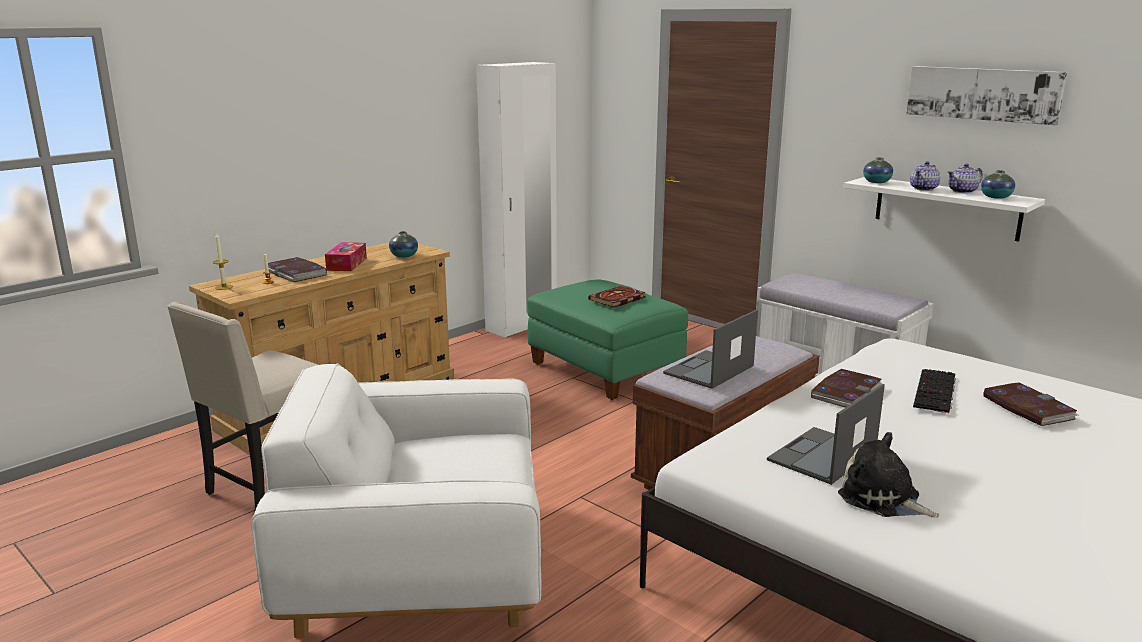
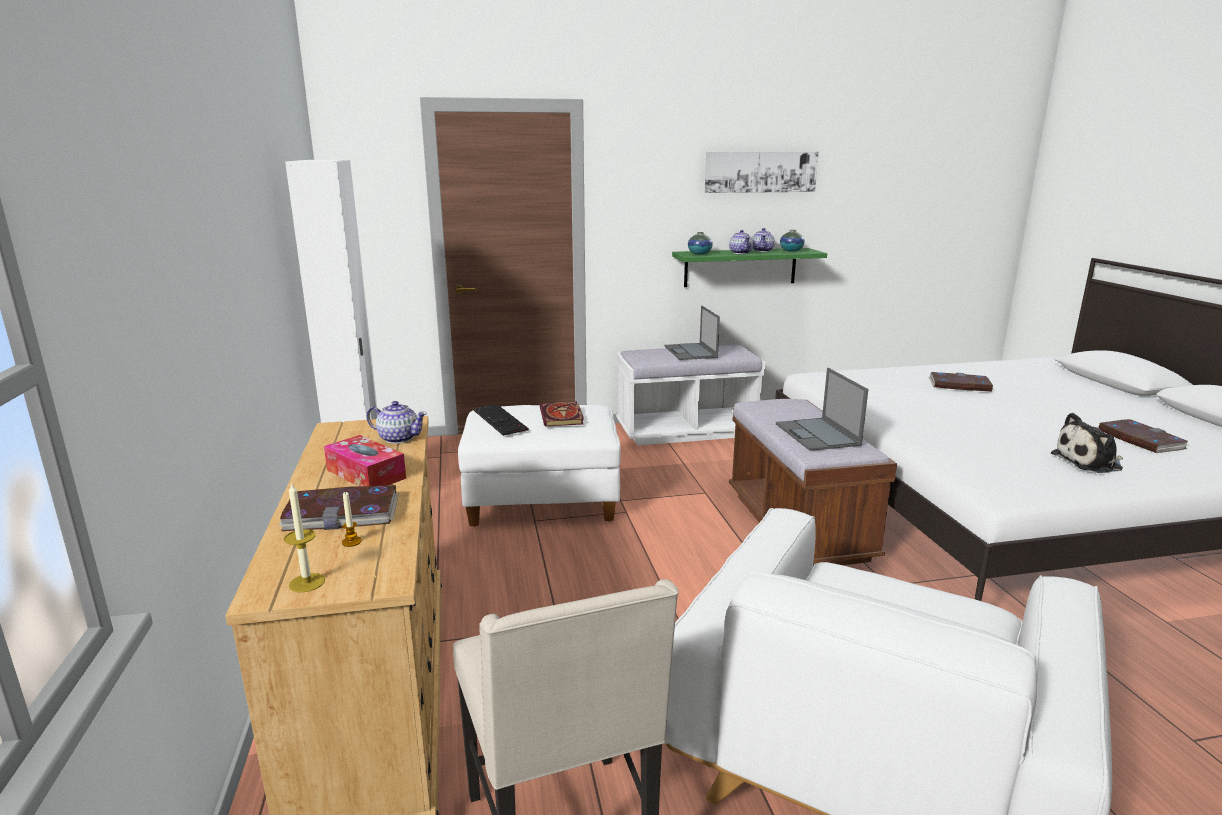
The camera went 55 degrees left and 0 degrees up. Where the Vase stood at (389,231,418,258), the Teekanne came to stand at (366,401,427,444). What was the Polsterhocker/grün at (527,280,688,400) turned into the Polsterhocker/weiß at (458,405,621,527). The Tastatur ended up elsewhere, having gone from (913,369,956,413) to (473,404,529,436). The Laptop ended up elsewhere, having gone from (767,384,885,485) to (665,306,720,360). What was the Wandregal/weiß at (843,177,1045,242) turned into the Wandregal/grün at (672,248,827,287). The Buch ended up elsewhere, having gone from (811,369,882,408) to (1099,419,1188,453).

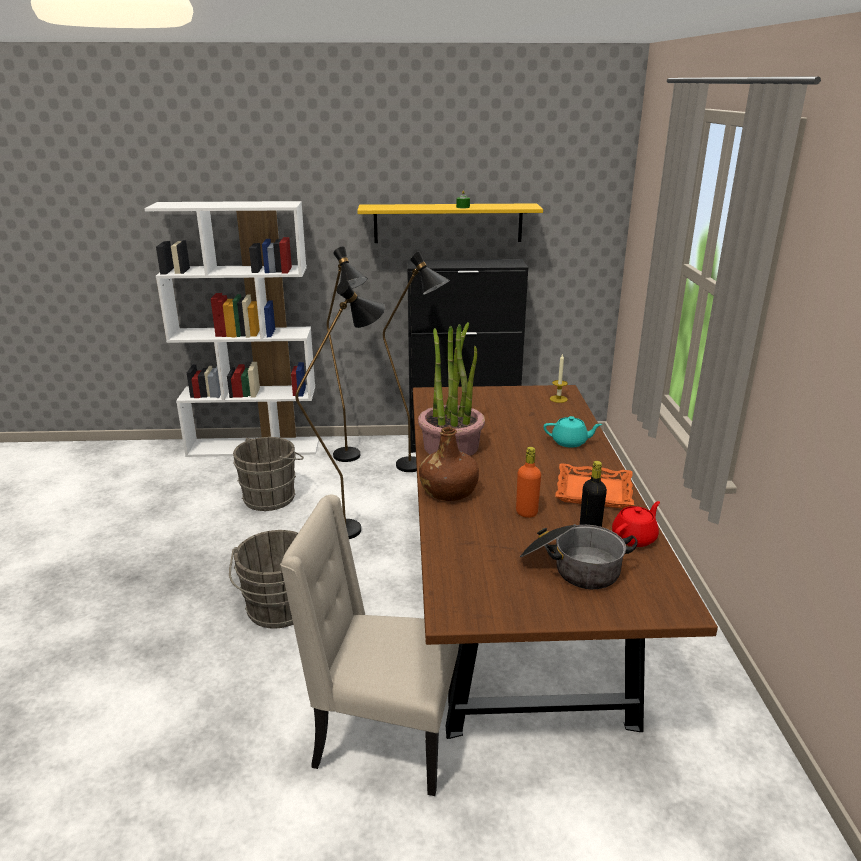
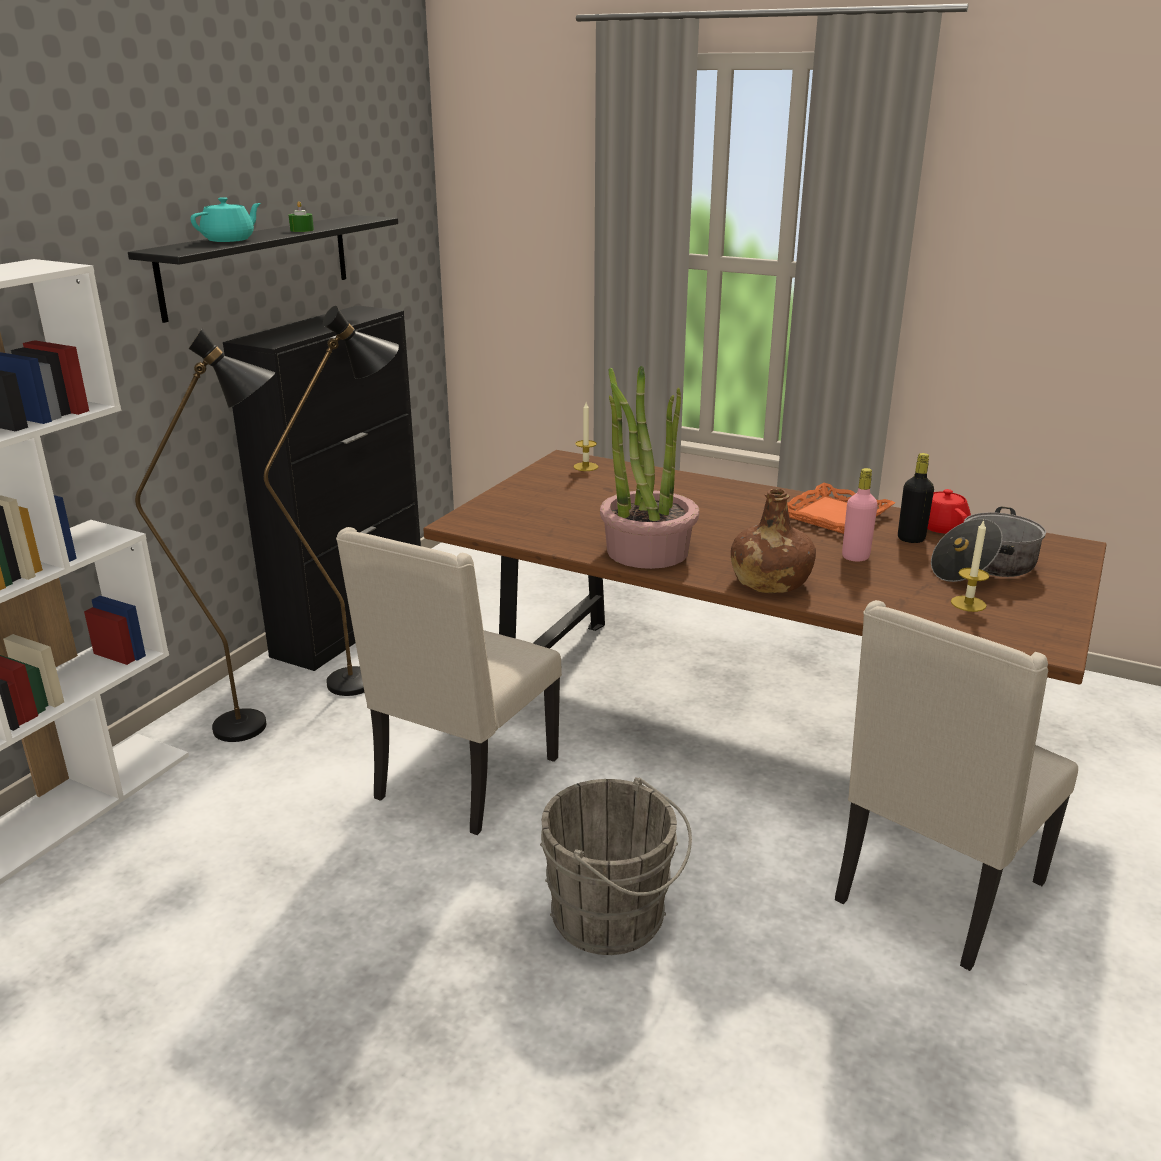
The camera went 60 degrees left and 0 degrees up. What was the Wandregal/gelb at (357,203,543,243) turned into the Wandregal/schwarz at (128,215,398,323). The Teekanne/türkis ended up elsewhere, having gone from (543,416,602,448) to (190,197,261,242). Where the Stehlampe/schwarz stood at (295,280,385,539), the Stuhl/beige came to stand at (336,527,562,835). What was the Flasche/orange at (516,447,541,518) turned into the Flasche/rosa at (842,468,878,561). The second view gained the Kerze at (951,520,989,612). The second view lost the Eimer/grau at (233,437,304,511).

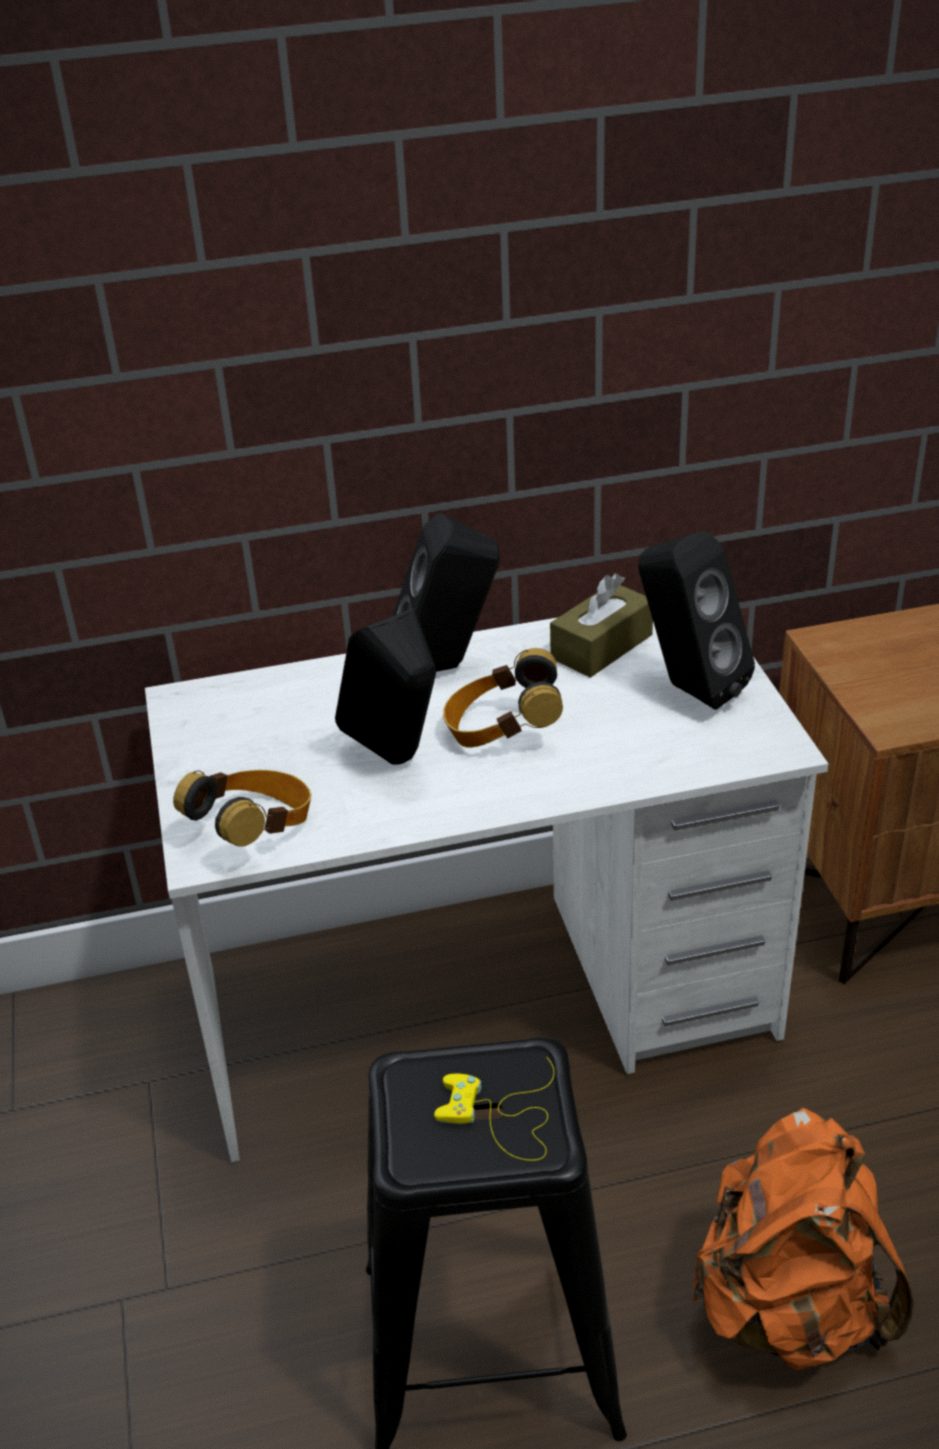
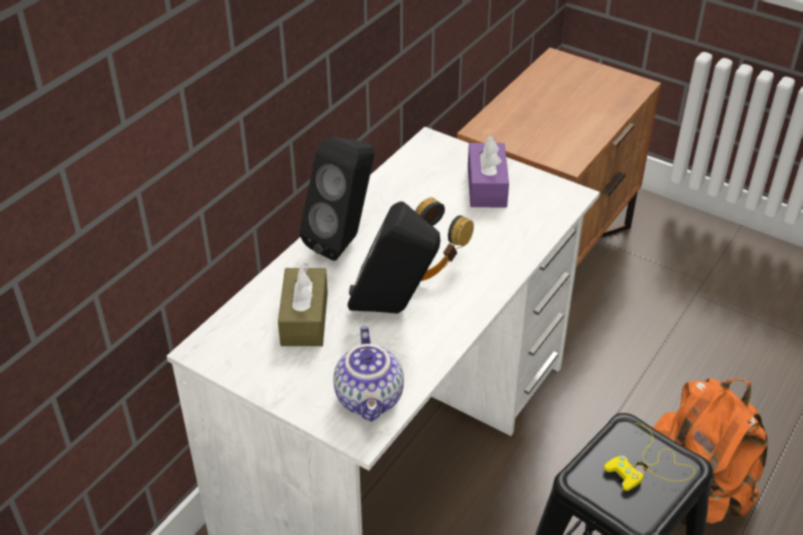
The camera went 45 degrees left and 5 degrees up. The Taschentuchbox/braun ended up elsewhere, having gone from (550,573,653,678) to (278,263,328,346). Where the Kopfhörer stood at (173,770,311,847), the Teekanne came to stand at (333,326,404,422). Where the Lautsprecher/schwarz stood at (638,531,755,710), the Taschentuchbox/lila came to stand at (468,135,509,207).

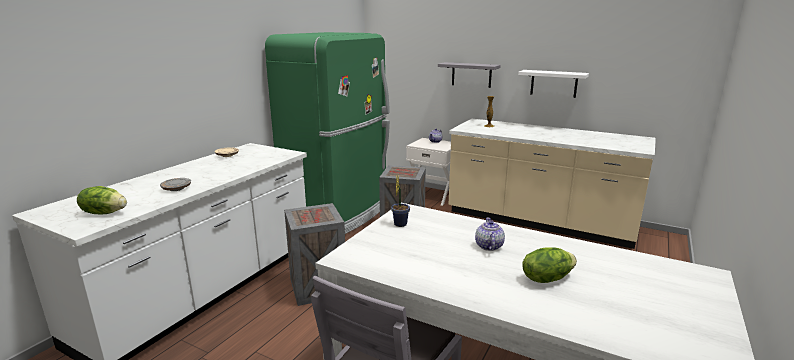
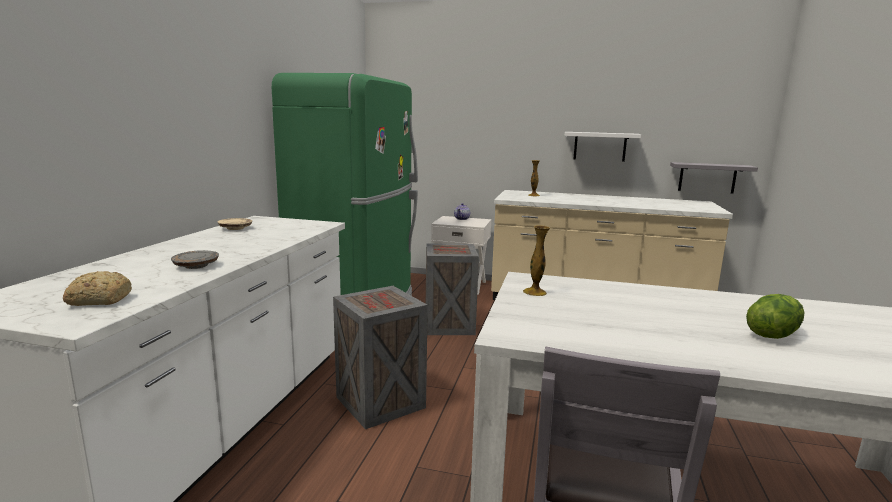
The camera went 15 degrees left and 5 degrees down. Where the Salatkopf stood at (77,186,127,214), the Brot came to stand at (63,271,132,306). Where the Topfpflanze stood at (391,176,410,227), the Vase came to stand at (523,225,550,296). The Wandregal/grau ended up elsewhere, having gone from (438,62,501,88) to (670,162,758,194). The second view lost the Teekanne at (475,217,505,251).

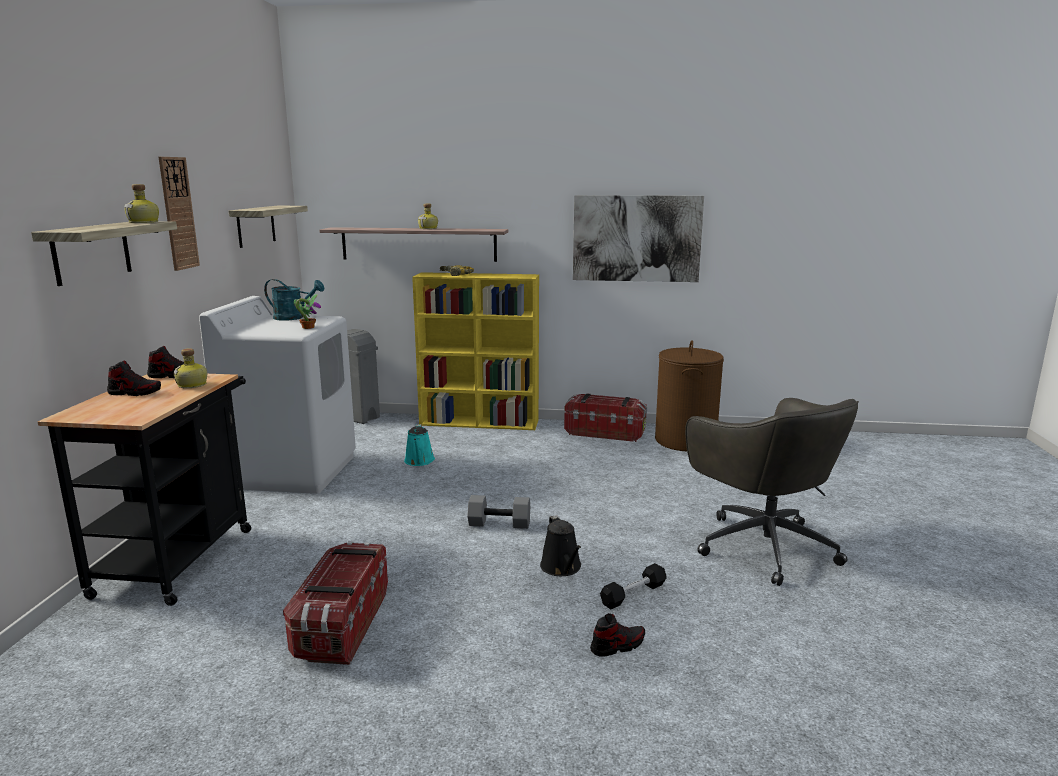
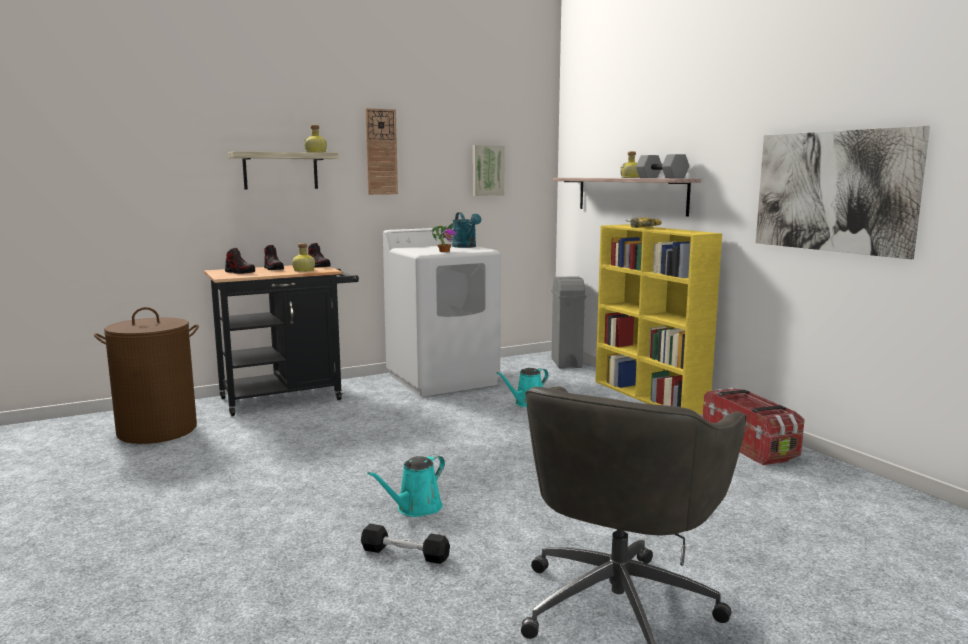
The camera went 55 degrees right and 5 degrees down. The Wäschekorb/braun ended up elsewhere, having gone from (655,340,724,452) to (94,307,199,444). The Schuh ended up elsewhere, having gone from (590,613,645,657) to (225,248,255,274). What was the Gießkanne/schwarz at (540,515,581,576) turned into the Gießkanne/türkis at (367,454,445,517). Where the Wandregal hung at (229,206,308,248), the Bild came to hang at (473,145,505,196). The Hantel/grau ended up elsewhere, having gone from (467,495,530,529) to (636,154,689,178). The second view lost the Aufbewahrungsbox at (283,541,388,665).

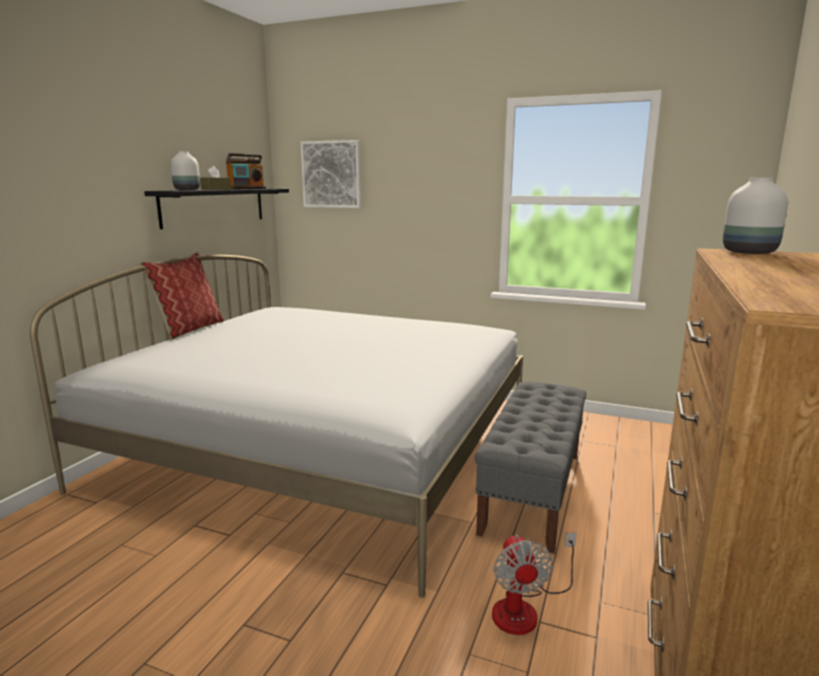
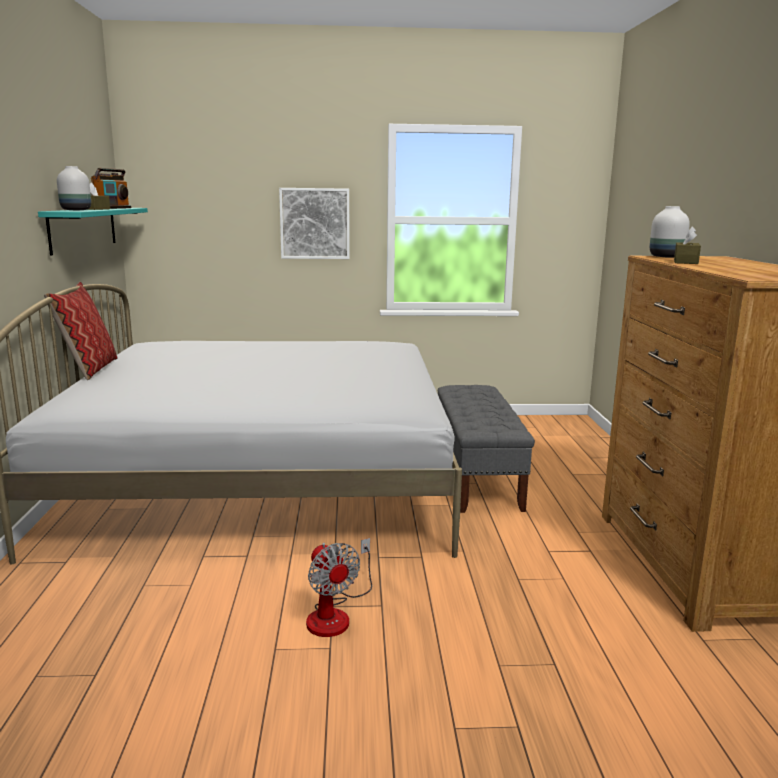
The camera went 25 degrees left and 0 degrees up. What was the Wandregal/schwarz at (144,189,289,229) turned into the Wandregal/türkis at (38,208,148,256). The Bild ended up elsewhere, having gone from (300,140,361,208) to (279,188,350,259). The Ventilator ended up elsewhere, having gone from (492,532,577,635) to (306,538,372,637). The second view gained the Taschentuchbox/braun at (674,226,701,264).

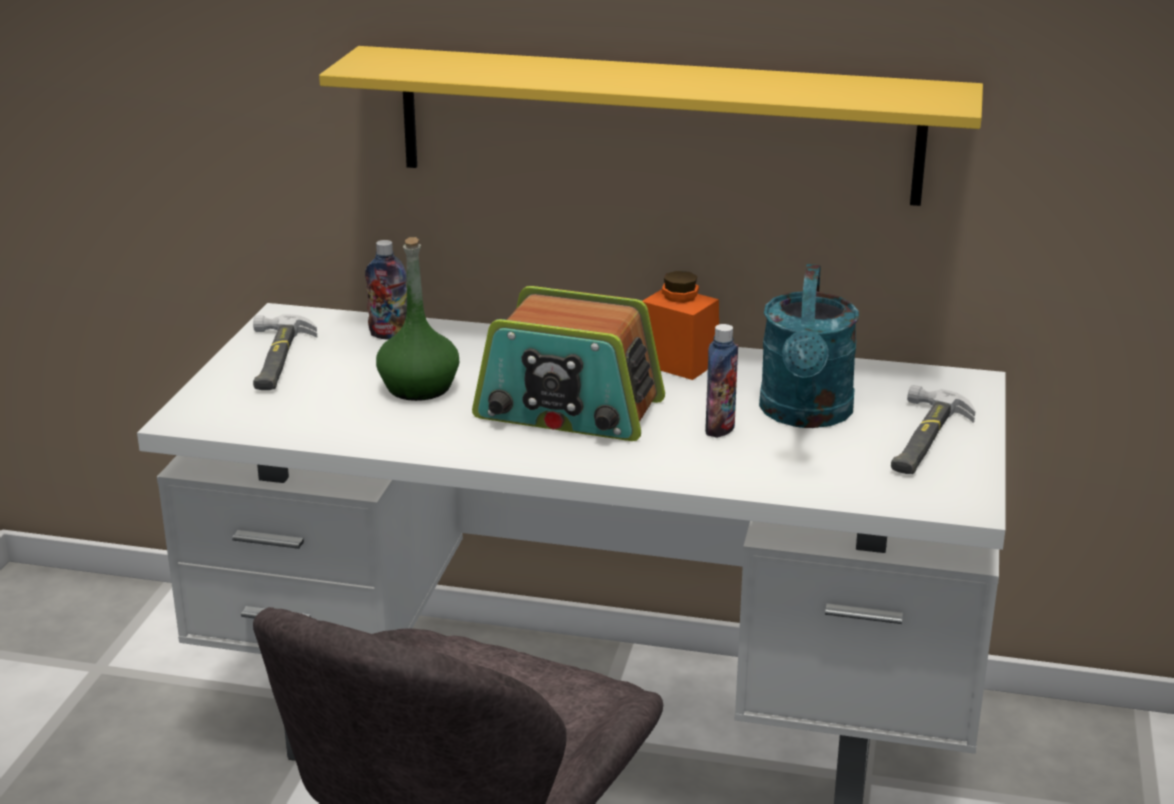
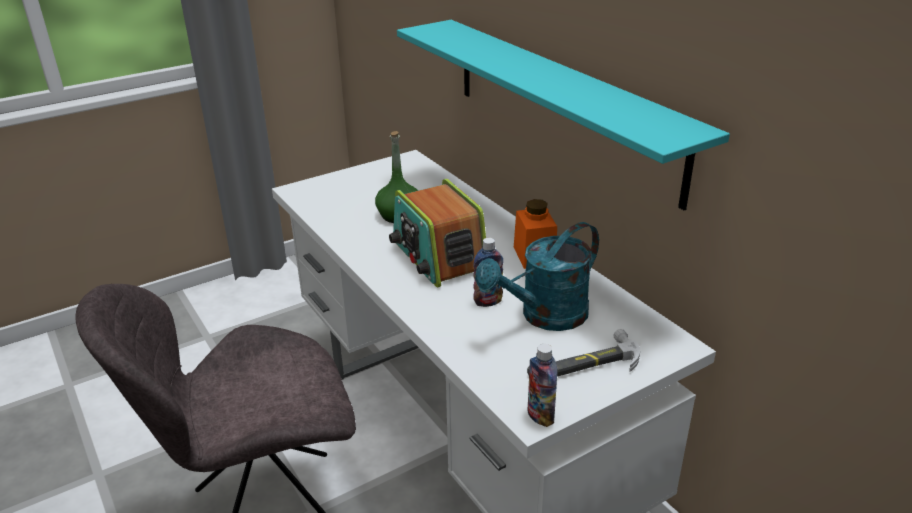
The camera went 45 degrees right and 5 degrees up. What was the Wandregal/gelb at (319,46,983,206) turned into the Wandregal/türkis at (397,20,730,210). The Flasche ended up elsewhere, having gone from (365,240,407,340) to (527,344,558,427). The second view lost the Hammer at (253,314,317,390).

